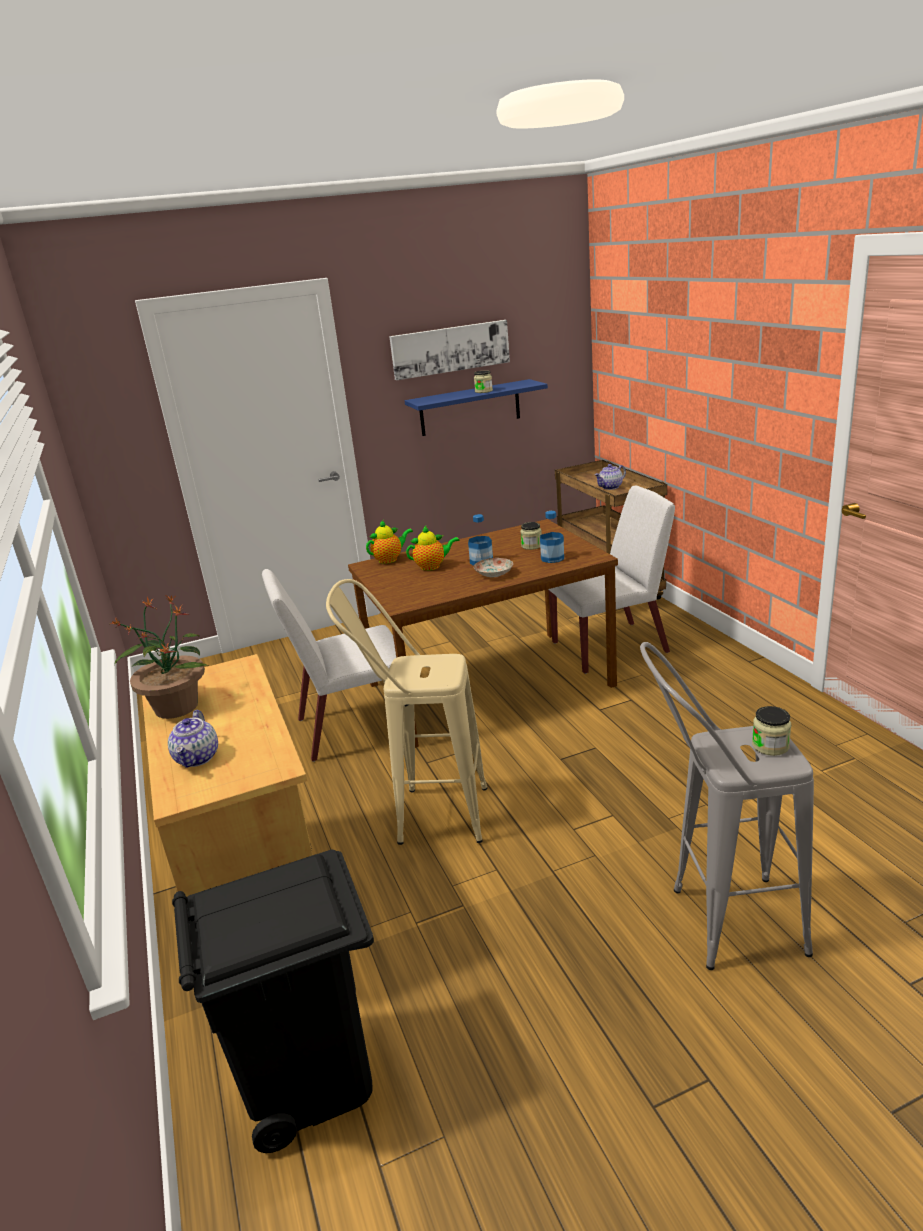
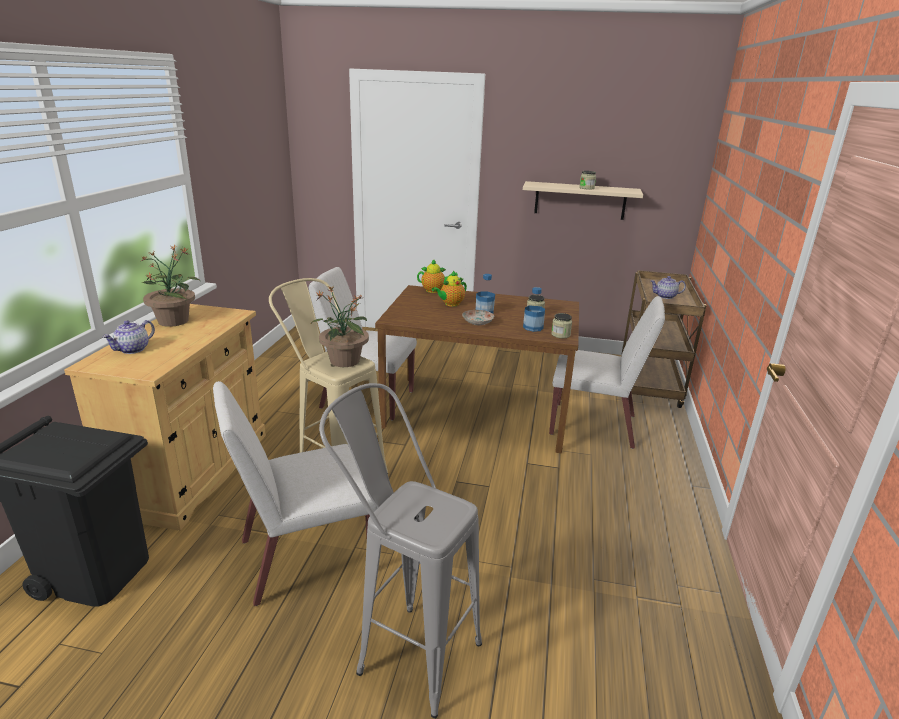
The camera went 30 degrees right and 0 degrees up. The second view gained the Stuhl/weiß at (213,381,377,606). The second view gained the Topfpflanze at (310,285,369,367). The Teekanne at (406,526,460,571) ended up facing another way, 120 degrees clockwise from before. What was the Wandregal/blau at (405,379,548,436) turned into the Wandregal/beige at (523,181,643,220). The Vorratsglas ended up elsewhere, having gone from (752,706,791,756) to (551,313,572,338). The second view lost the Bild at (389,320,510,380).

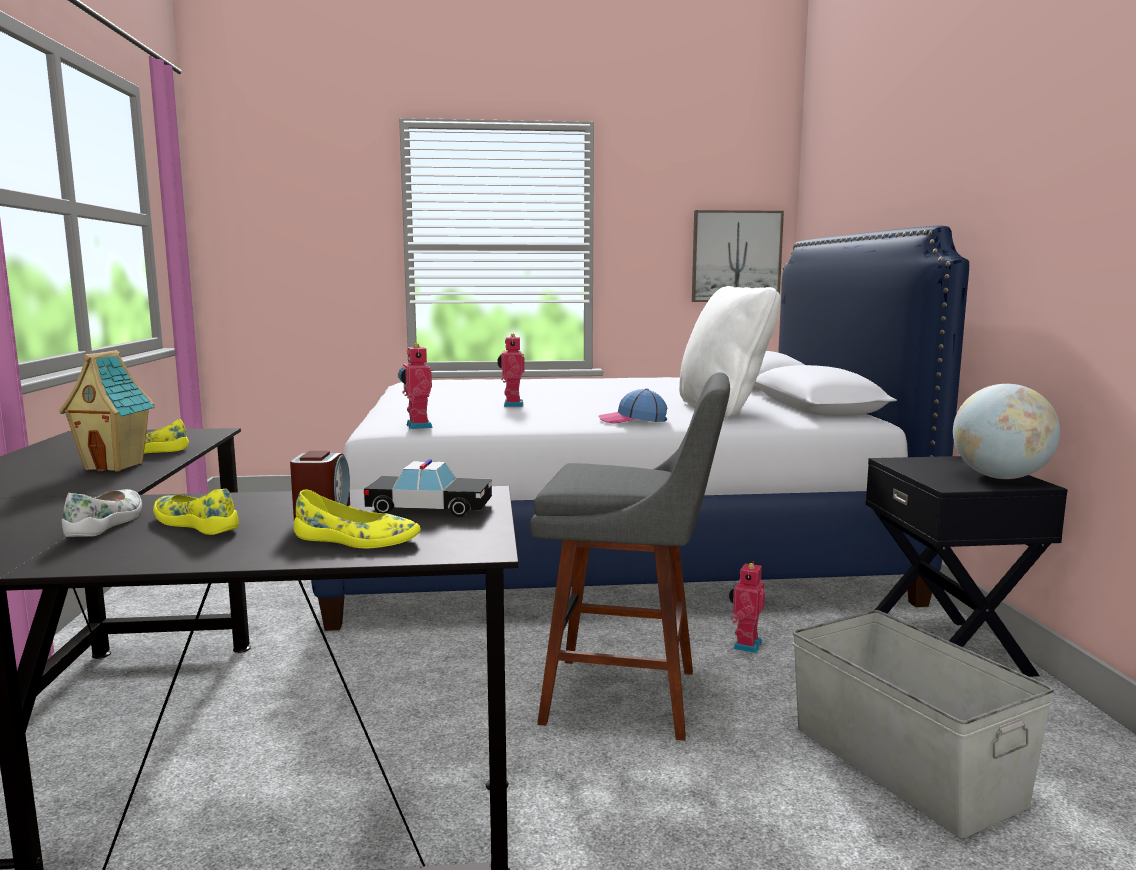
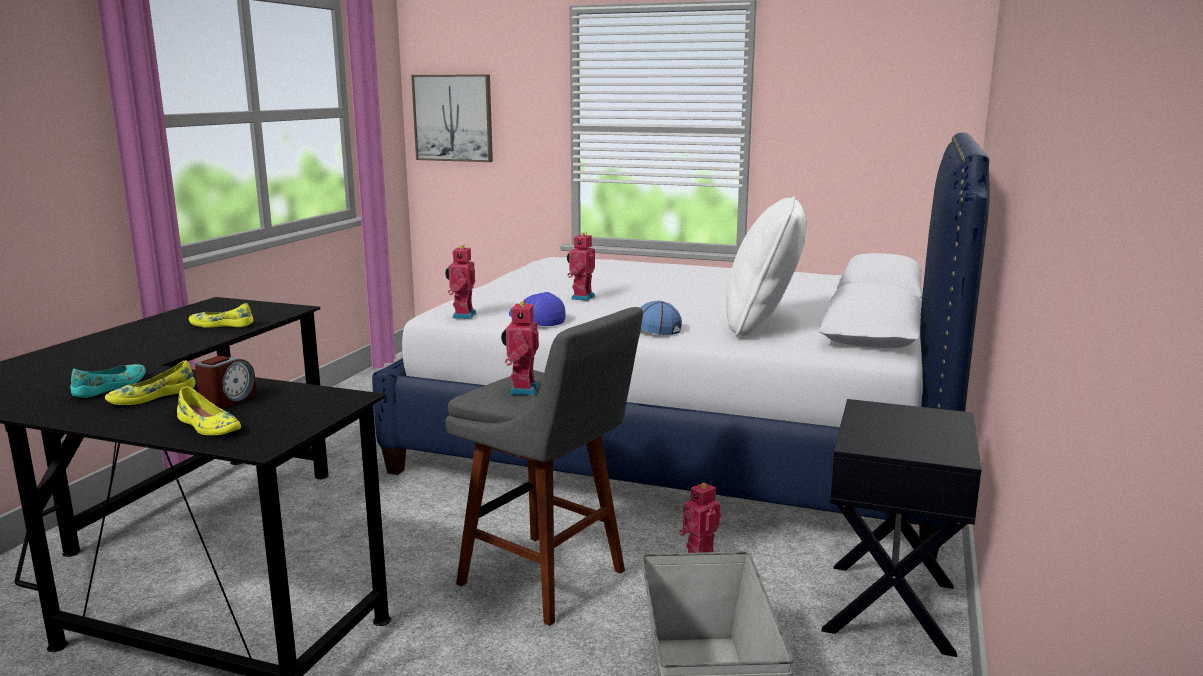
The camera went 25 degrees right and 5 degrees up. What was the Schuh/weiß at (62,489,142,537) turned into the Schuh/türkis at (70,364,146,398). The Schuh/gelb at (153,489,239,535) ended up facing another way, 105 degrees counterclockwise from before. The Bild ended up elsewhere, having gone from (692,210,784,302) to (411,75,493,162). The second view gained the Spielzeugroboter at (501,300,539,395). The second view gained the Kappe at (509,290,566,326). The second view lost the Spielzeughaus at (59,350,155,472). The second view lost the Spielzeugauto at (364,460,492,517). The second view lost the Globus at (953,384,1060,479).

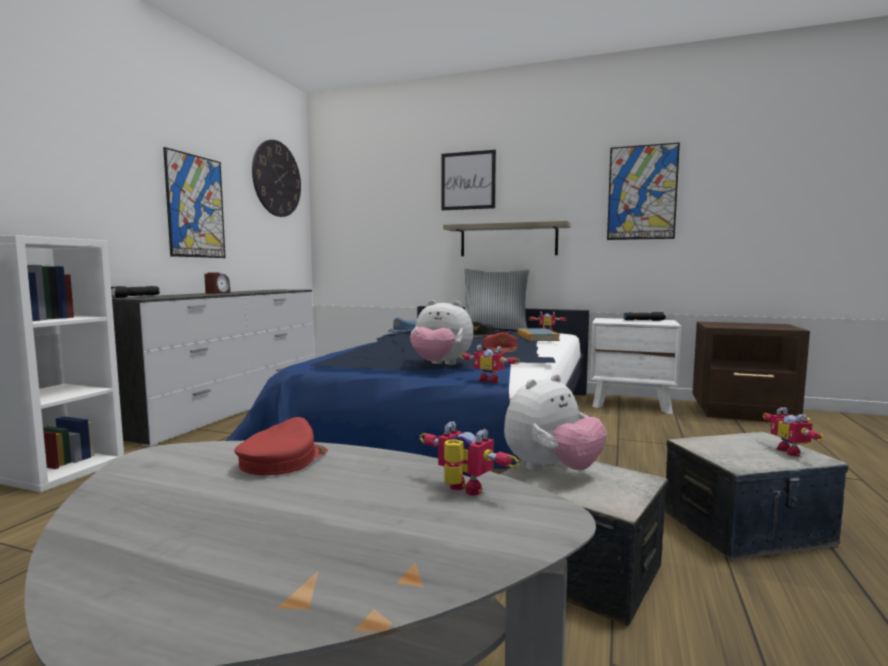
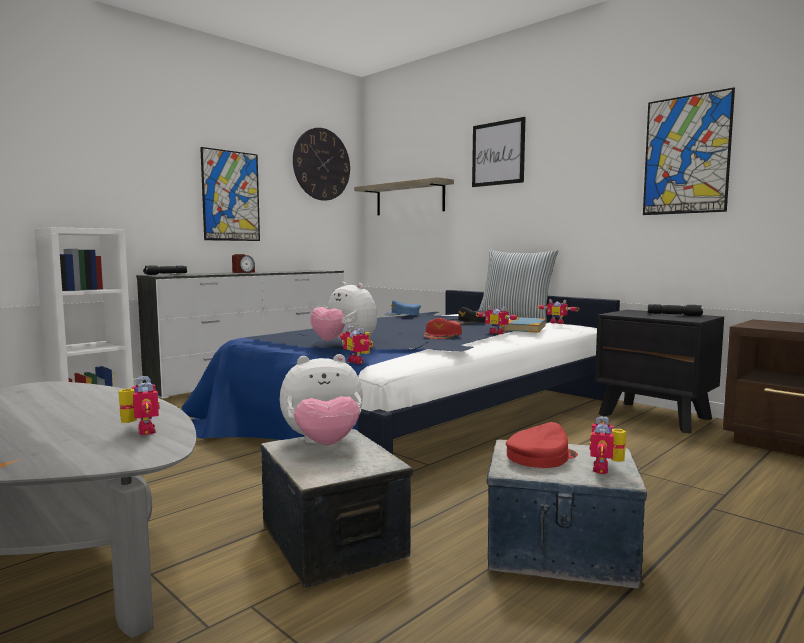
The camera went 25 degrees right and 0 degrees up. The Wandregal ended up elsewhere, having gone from (443,221,571,256) to (354,177,454,215). The second view gained the Spielzeugroboter at (476,306,519,334). The Kappe/rot ended up elsewhere, having gone from (234,417,328,475) to (506,422,578,468). What was the Nachttisch/weiß at (590,318,681,414) turned into the Nachttisch/schwarz at (595,310,724,433).

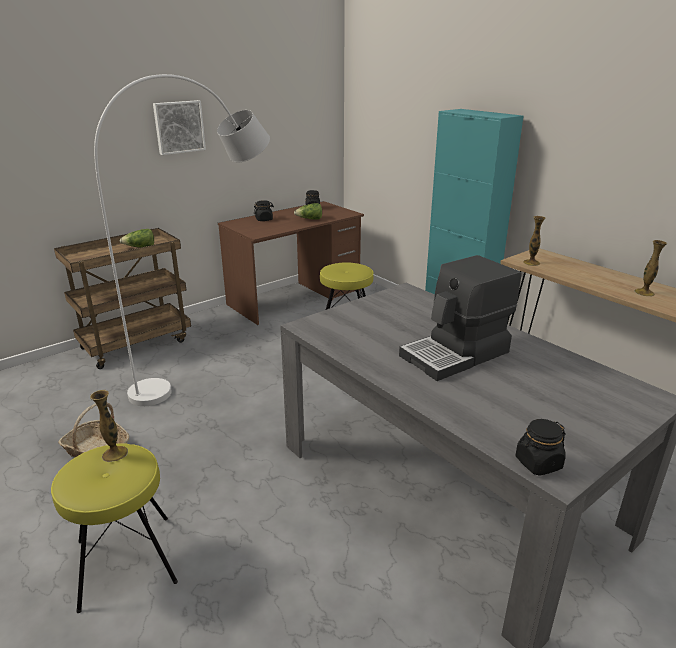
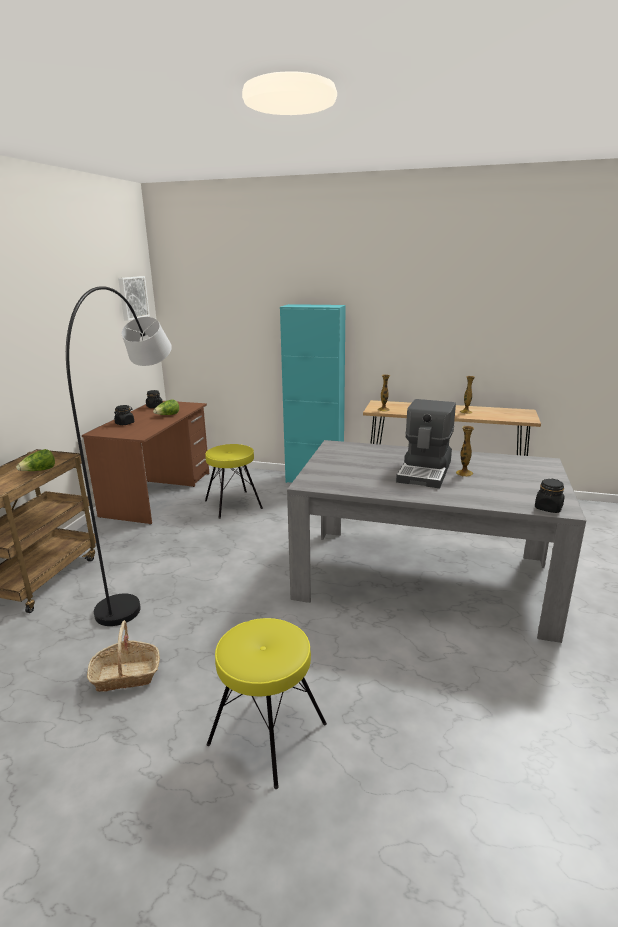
The camera went 35 degrees left and 5 degrees down. What was the Stehlampe/weiß at (94,74,270,406) turned into the Stehlampe/schwarz at (66,286,172,626). The Bild ended up elsewhere, having gone from (153,100,206,155) to (118,276,150,321). The Vase ended up elsewhere, having gone from (90,390,128,462) to (456,426,474,477).

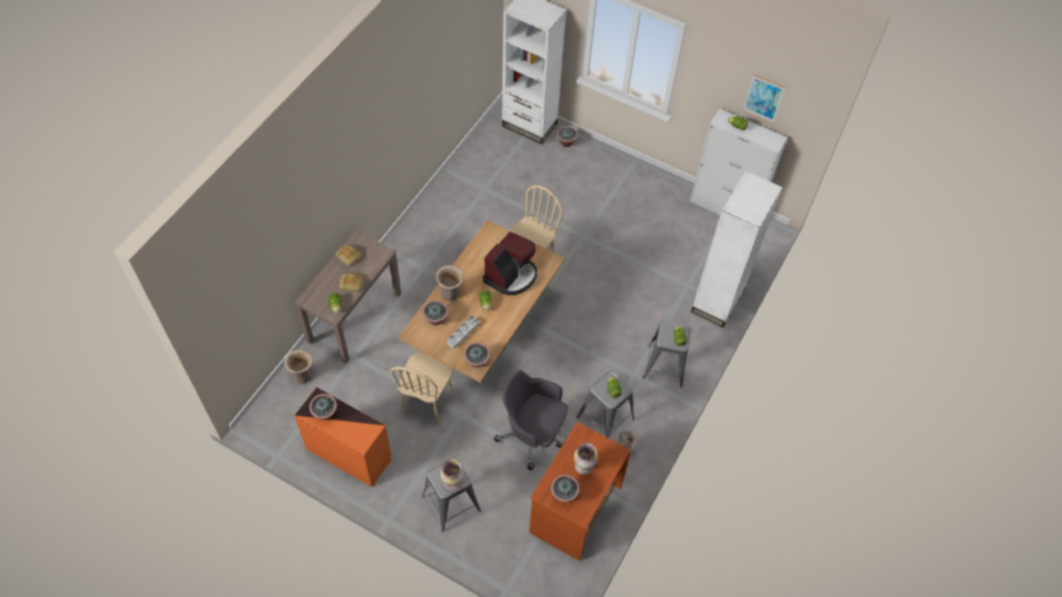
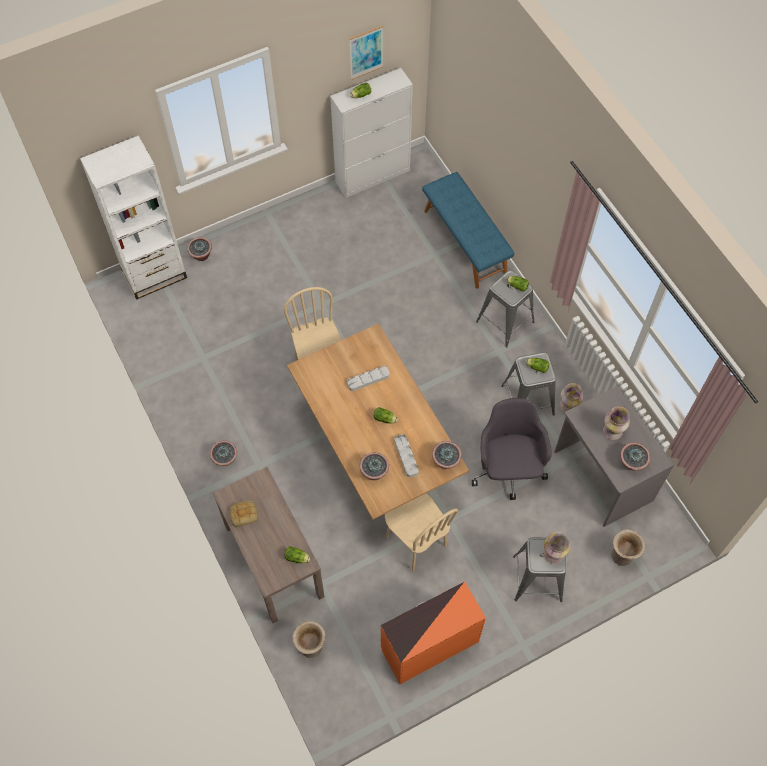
The camera went 55 degrees left and 5 degrees up. The Topfpflanze ended up elsewhere, having gone from (309,394,337,420) to (210,440,237,466). Where the Kaffeemaschine stood at (483,232,537,295), the Tablett/grau came to stand at (347,366,390,391). Where the Bücherregal/weiß stood at (691,171,783,328), the Bank/blau came to stand at (422,172,515,289). The Bürostuhl/grau at (494,370,568,470) ended up facing another way, 120 degrees clockwise from before. What was the Schreibtisch/braun at (529,422,631,561) turned into the Schreibtisch/grau at (554,386,674,527). The Vase/beige ended up elsewhere, having gone from (435,265,464,301) to (611,529,645,566). The second view lost the Brot at (339,273,364,292).

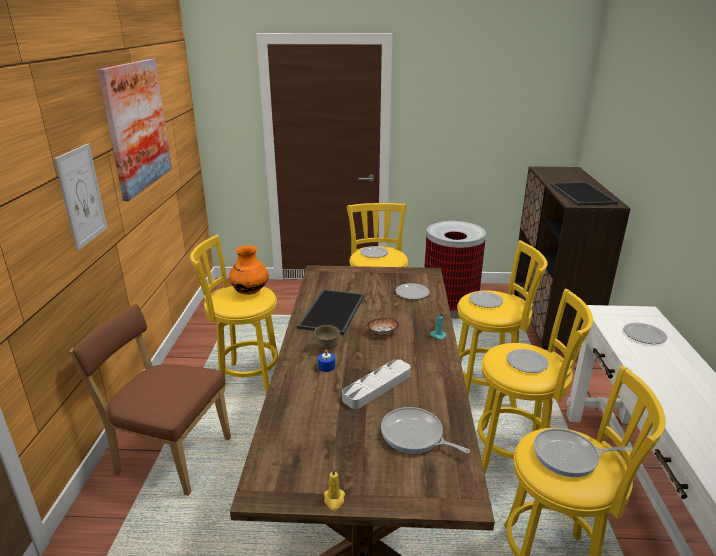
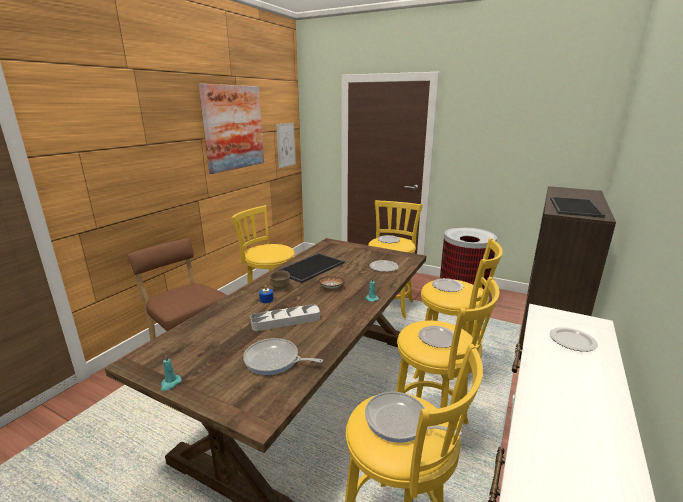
The camera went 25 degrees right and 5 degrees down. What was the Kerze/gelb at (324,468,345,510) turned into the Kerze/türkis at (161,354,181,391). The Pfanne at (381,407,470,453) ended up facing another way, 45 degrees counterclockwise from before. The Bild ended up elsewhere, having gone from (54,144,107,250) to (276,123,296,168). The second view lost the Vase/orange at (229,245,269,295).

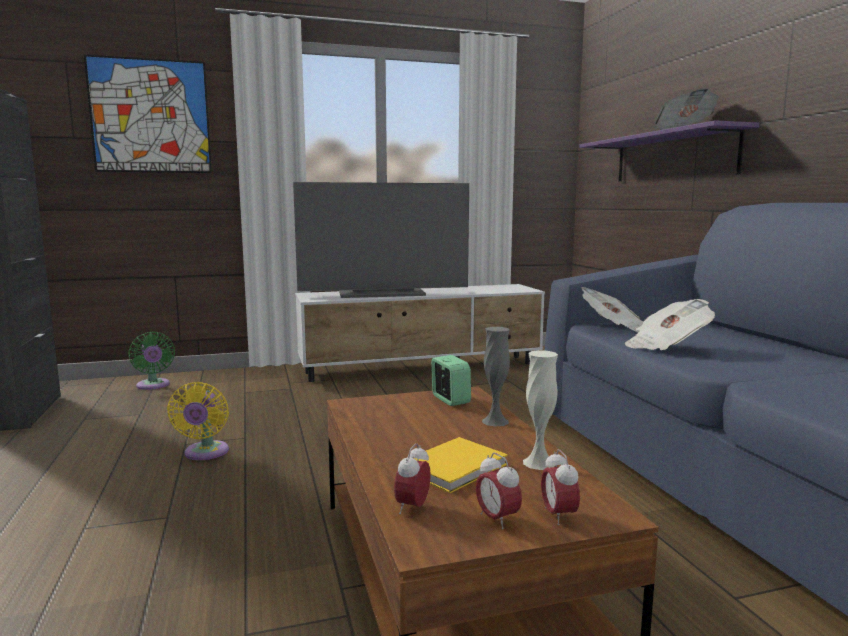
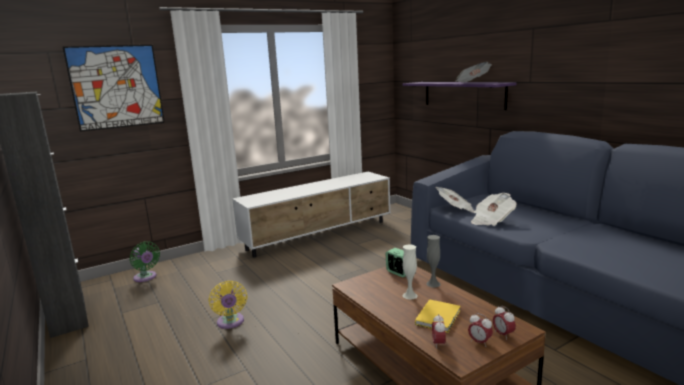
The camera went 15 degrees left and 5 degrees up. The Vase/weiß ended up elsewhere, having gone from (523,350,558,470) to (402,244,418,299). The second view lost the Fernseher at (293,182,469,298).

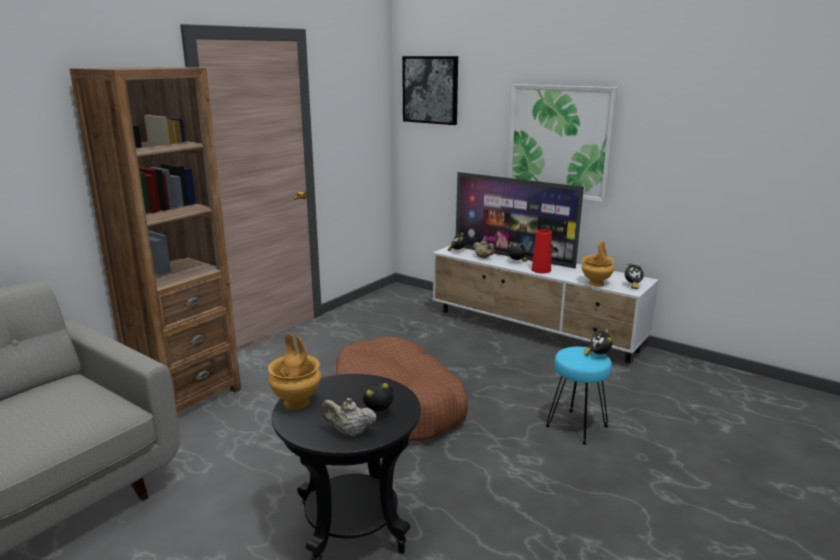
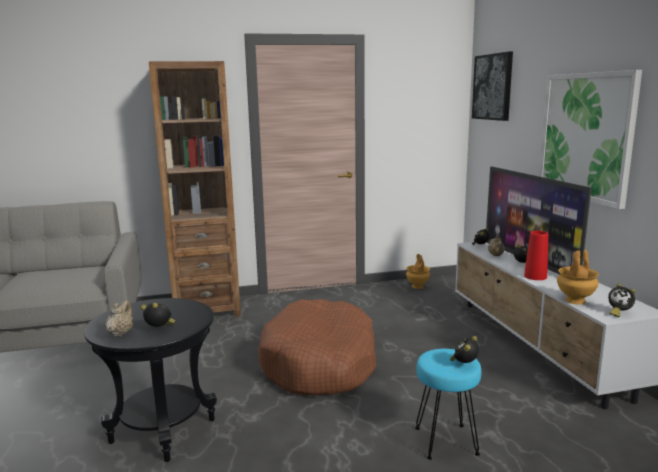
The camera went 40 degrees right and 5 degrees down. The Teekanne/beige at (321,398,376,436) ended up facing another way, 45 degrees clockwise from before. The Vase/braun ended up elsewhere, having gone from (268,334,321,409) to (406,254,430,289).

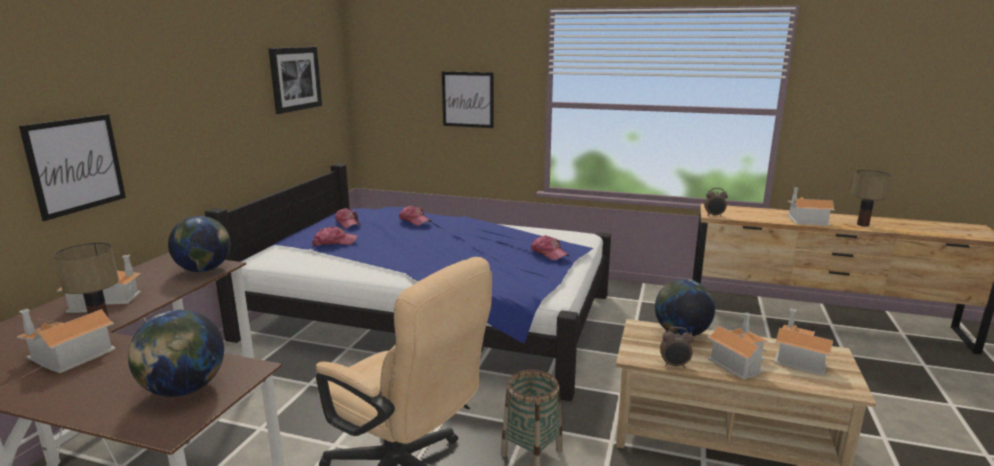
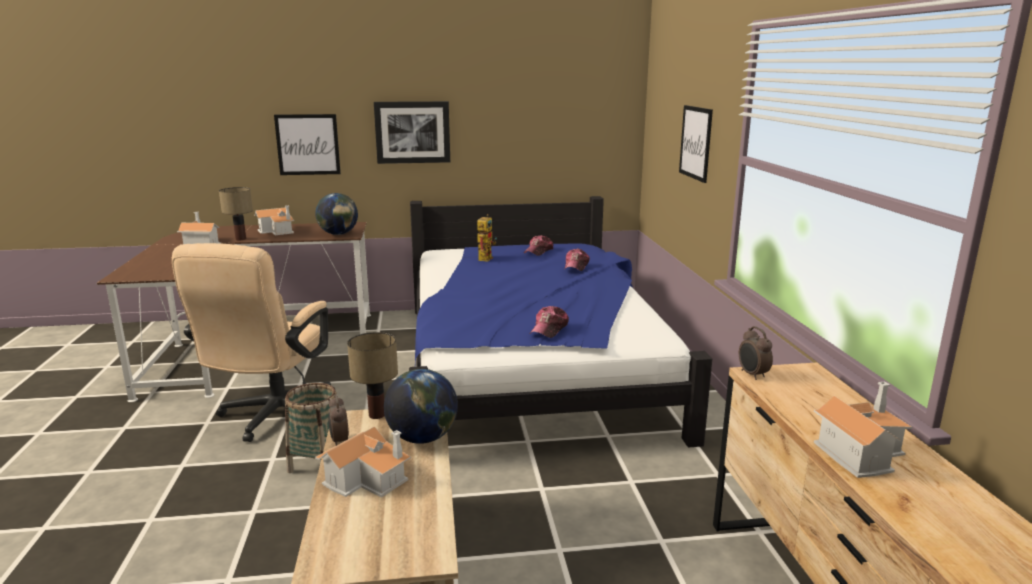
The camera went 65 degrees right and 0 degrees up. The Tischlampe ended up elsewhere, having gone from (851,170,892,227) to (347,332,398,419). The Bild ended up elsewhere, having gone from (269,47,322,114) to (374,101,450,164). Where the Kappe stood at (312,227,357,246), the Spielzeugroboter came to stand at (477,214,497,262). The second view lost the Globus at (128,310,224,397). The second view lost the Spielzeughaus at (775,308,833,376).

